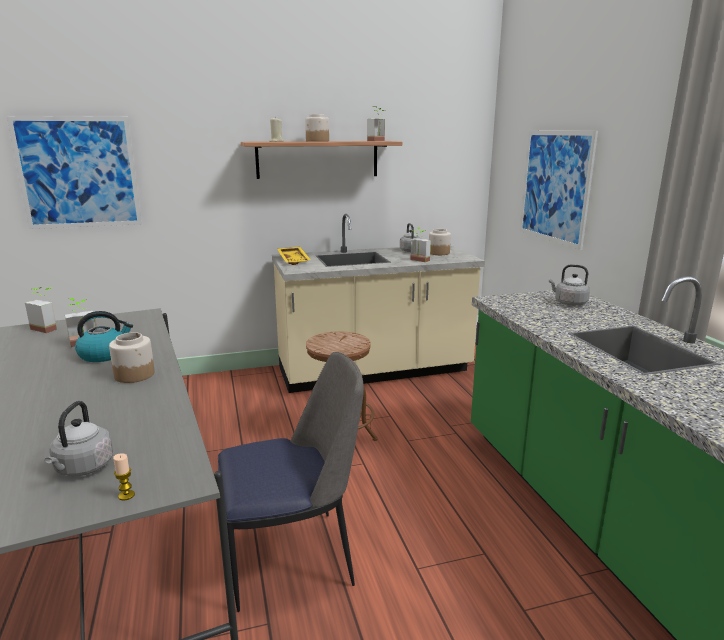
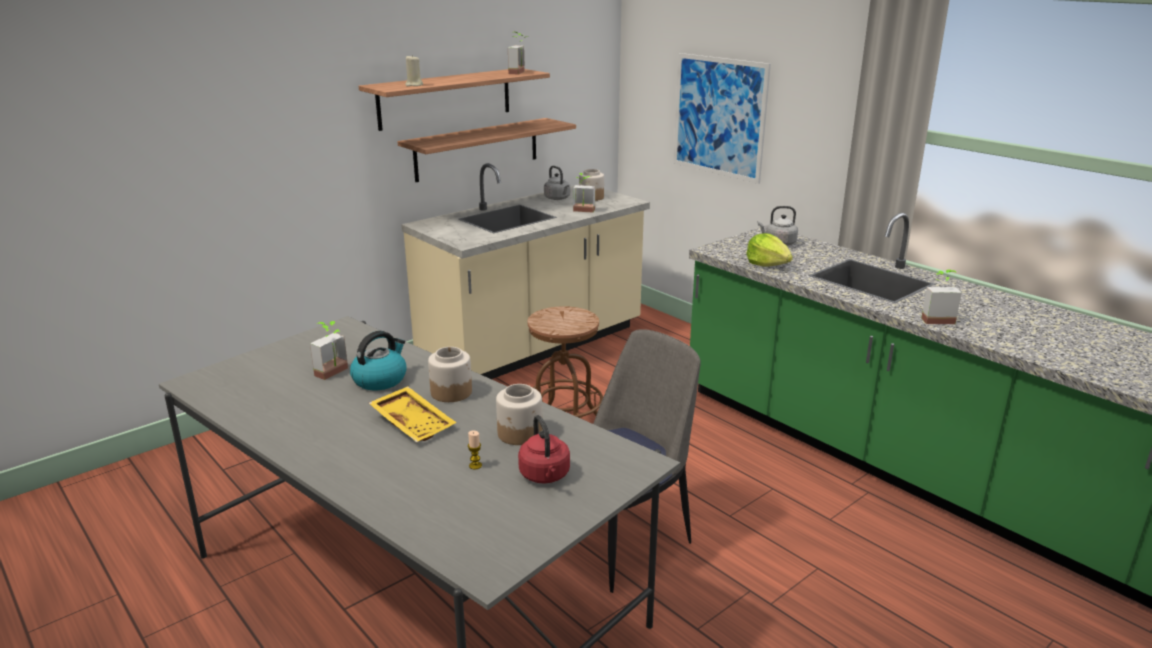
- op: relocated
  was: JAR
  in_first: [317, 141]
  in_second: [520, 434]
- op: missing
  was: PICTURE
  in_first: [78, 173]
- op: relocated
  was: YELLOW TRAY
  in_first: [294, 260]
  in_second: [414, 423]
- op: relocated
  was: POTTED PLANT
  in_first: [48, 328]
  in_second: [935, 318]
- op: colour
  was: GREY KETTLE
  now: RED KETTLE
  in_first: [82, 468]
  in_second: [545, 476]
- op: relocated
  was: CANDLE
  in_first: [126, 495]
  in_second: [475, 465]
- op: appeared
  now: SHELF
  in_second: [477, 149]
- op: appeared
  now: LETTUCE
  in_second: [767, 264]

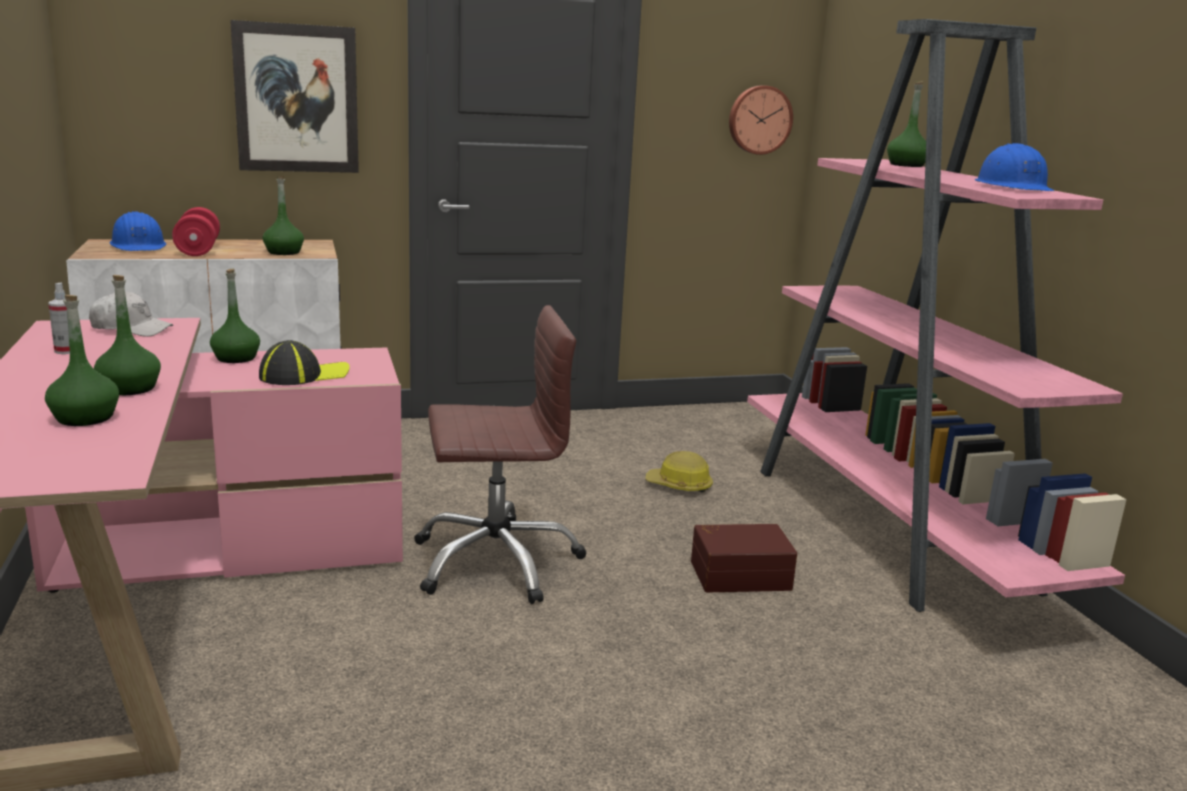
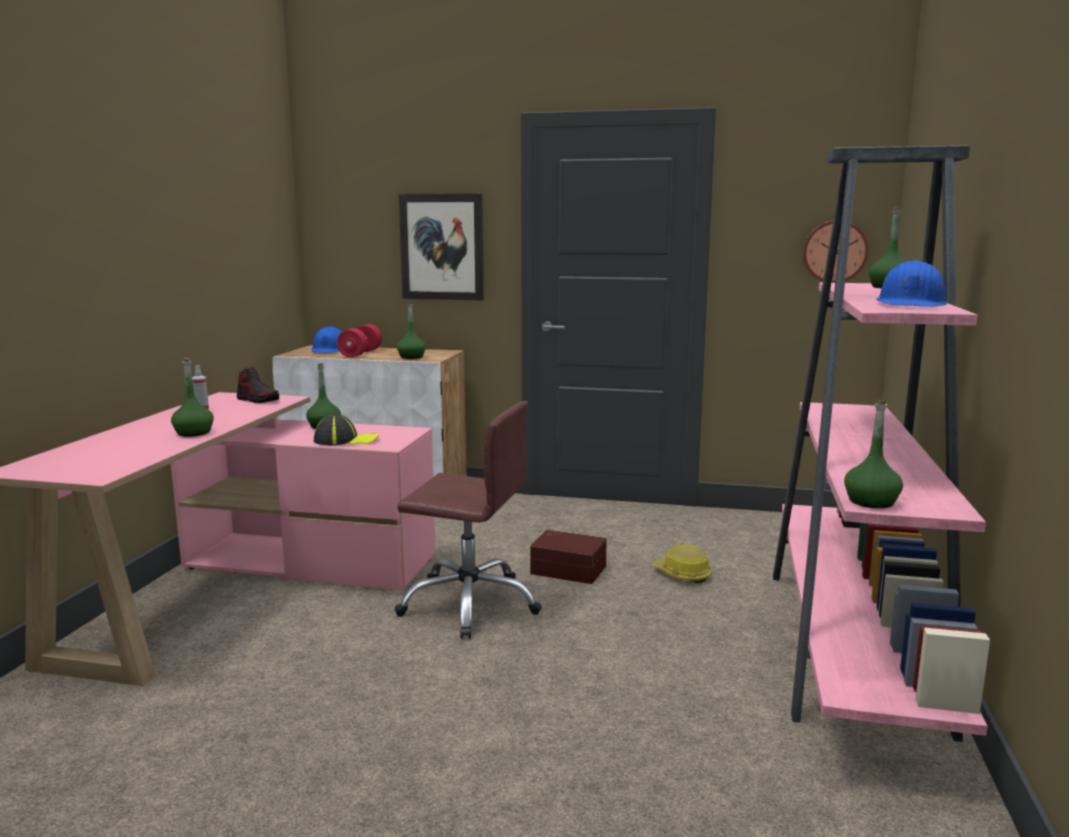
- op: exchanged
  was: WHITE CAP
  now: SHOE
  in_first: [131, 329]
  in_second: [258, 400]
- op: relocated
  was: GREEN BOTTLE
  in_first: [85, 418]
  in_second: [871, 501]
- op: relocated
  was: BROWN STORAGE BOX
  in_first: [739, 574]
  in_second: [569, 569]

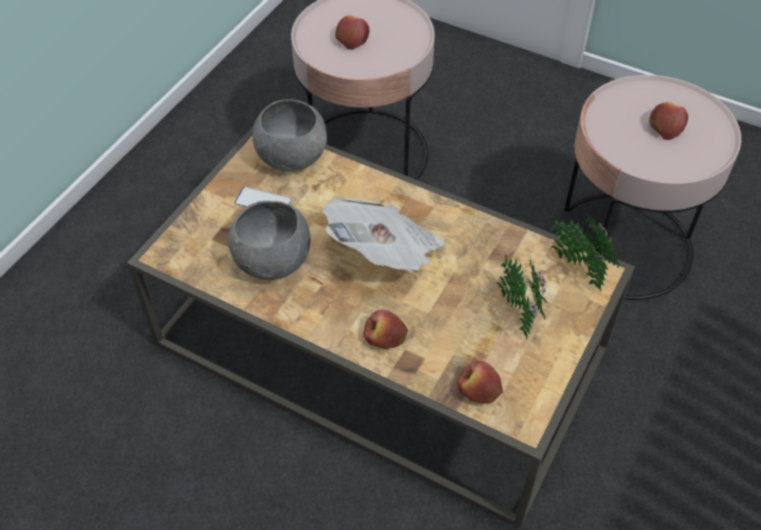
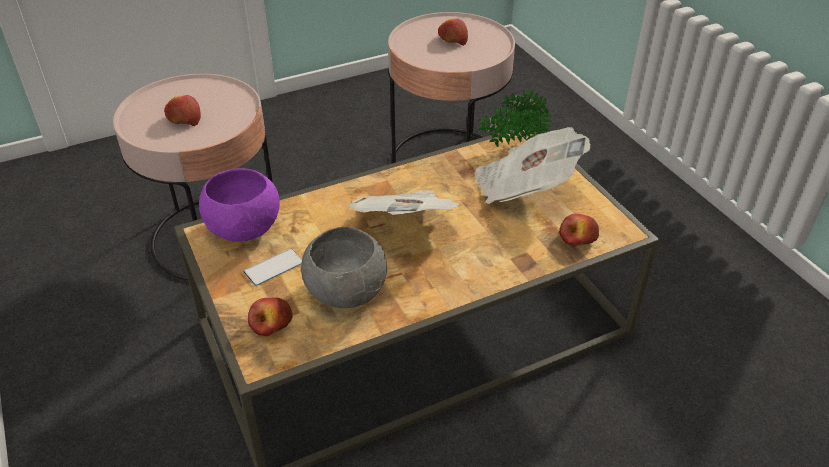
- op: colour
  was: GREY BOWL
  now: PURPLE BOWL
  in_first: [292, 157]
  in_second: [244, 228]
- op: exchanged
  was: POTTED PLANT
  now: NEWSPAPER
  in_first: [518, 311]
  in_second: [525, 188]
- op: relocated
  was: APPLE
  in_first: [385, 336]
  in_second: [271, 324]

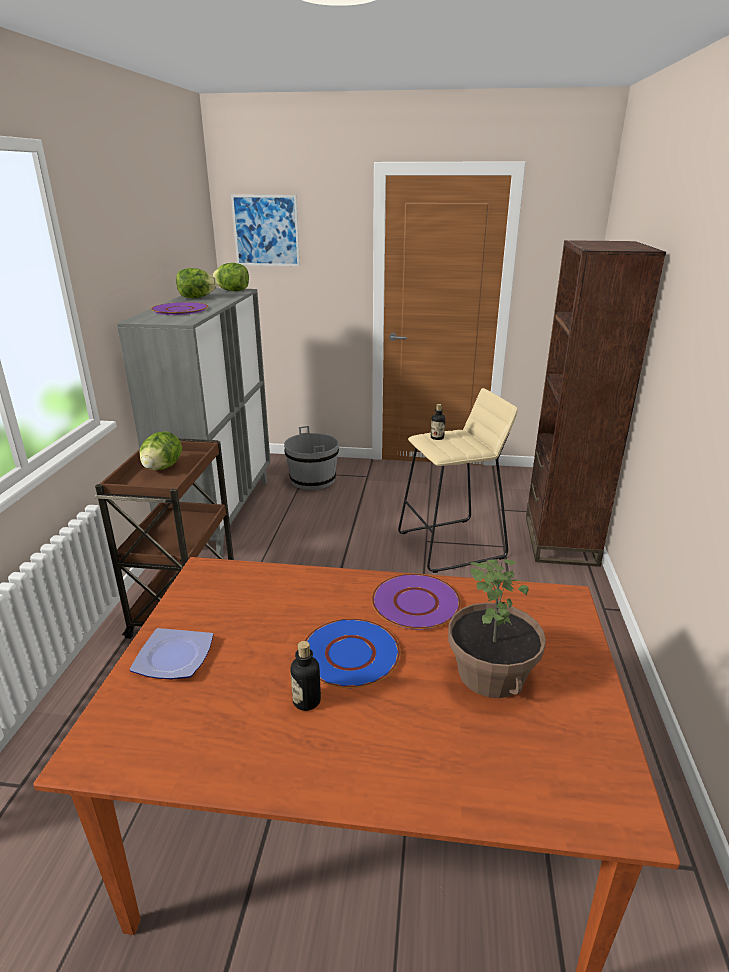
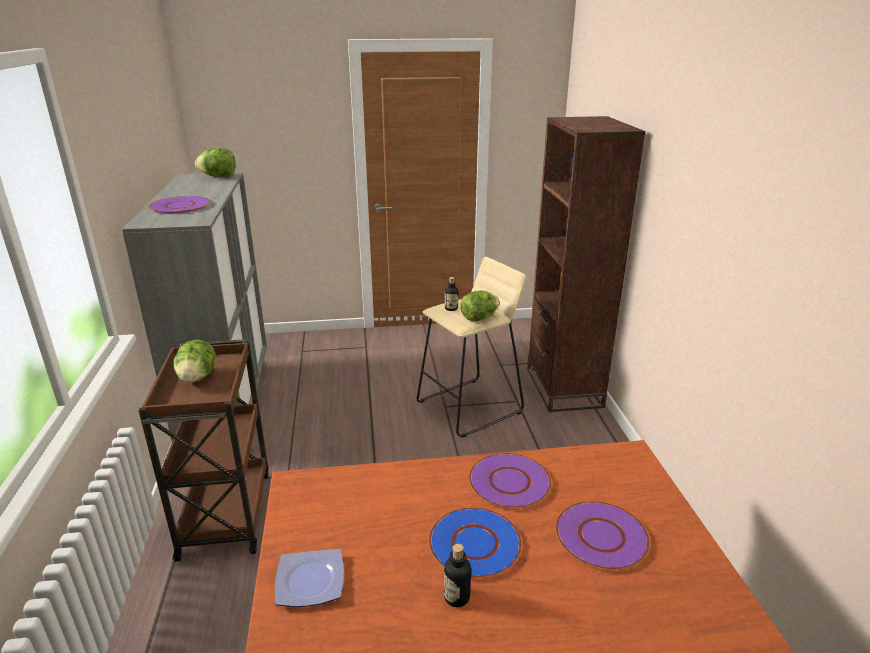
- op: missing
  was: PICTURE
  in_first: [266, 231]
- op: relocated
  was: LETTUCE
  in_first: [196, 298]
  in_second: [479, 318]
- op: missing
  was: GREY BUCKET
  in_first: [313, 480]
- op: exchanged
  was: POTTED PLANT
  now: PURPLE PLATE
  in_first: [492, 673]
  in_second: [602, 536]

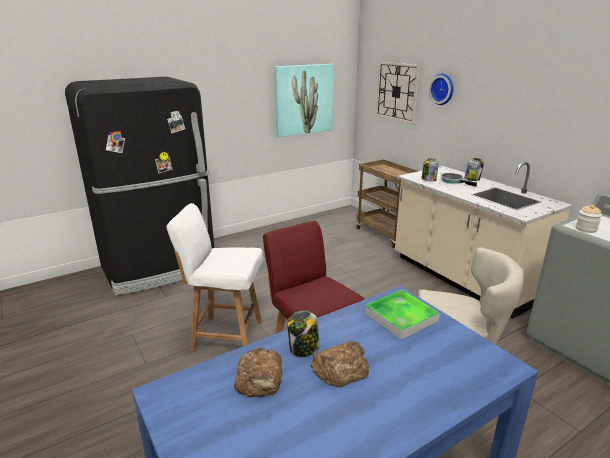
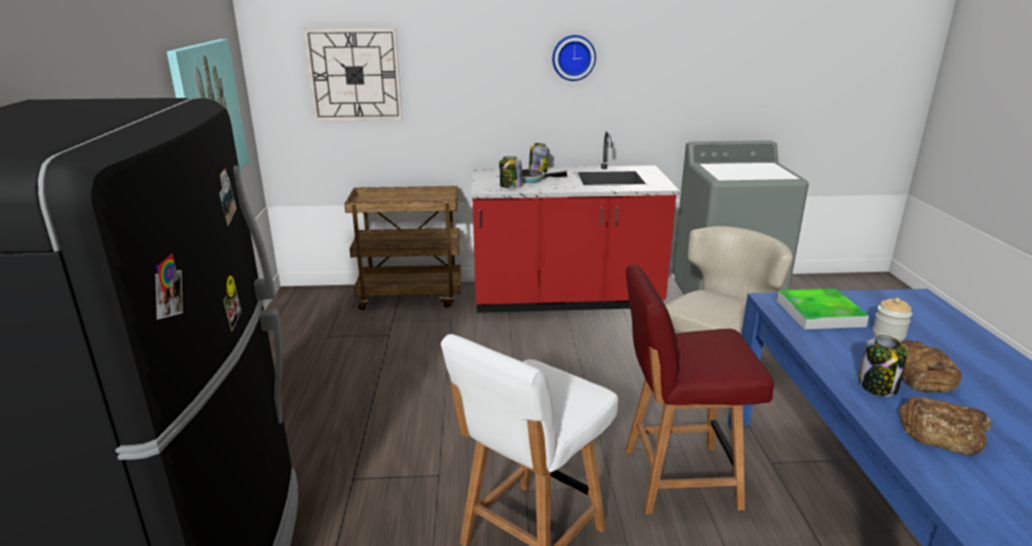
- op: relocated
  was: WALL CLOCK
  in_first: [443, 89]
  in_second: [573, 57]
- op: colour
  was: BEIGE COUNTER
  now: RED COUNTER
  in_first: [462, 278]
  in_second: [566, 298]
- op: relocated
  was: JAR
  in_first: [586, 229]
  in_second: [888, 335]

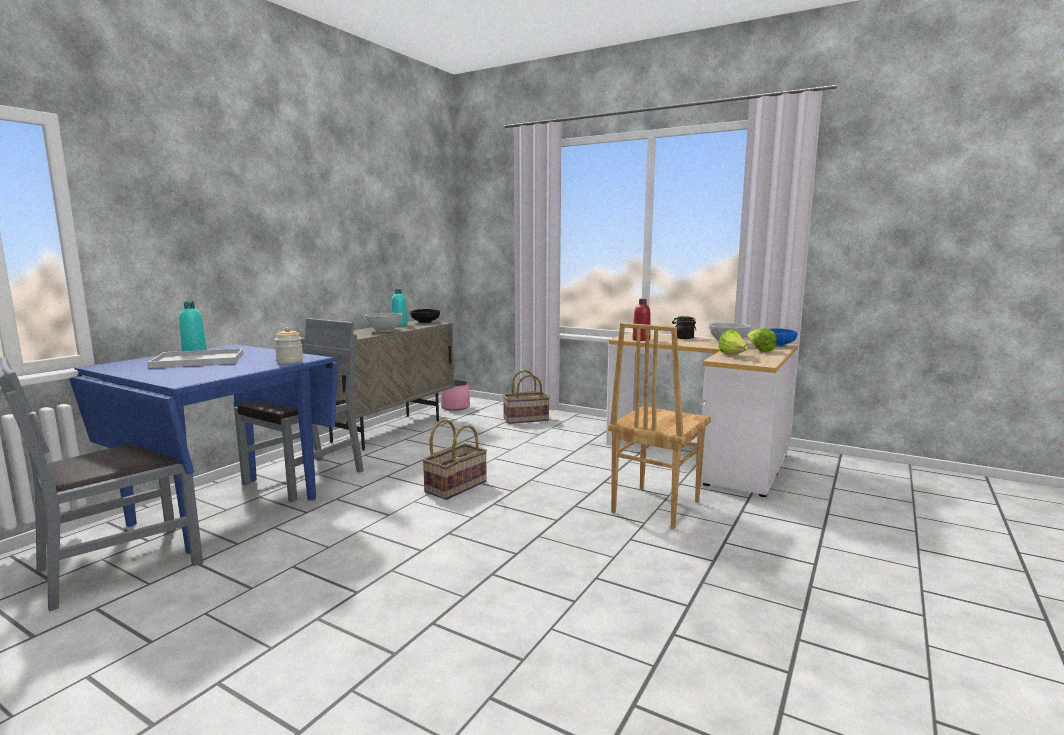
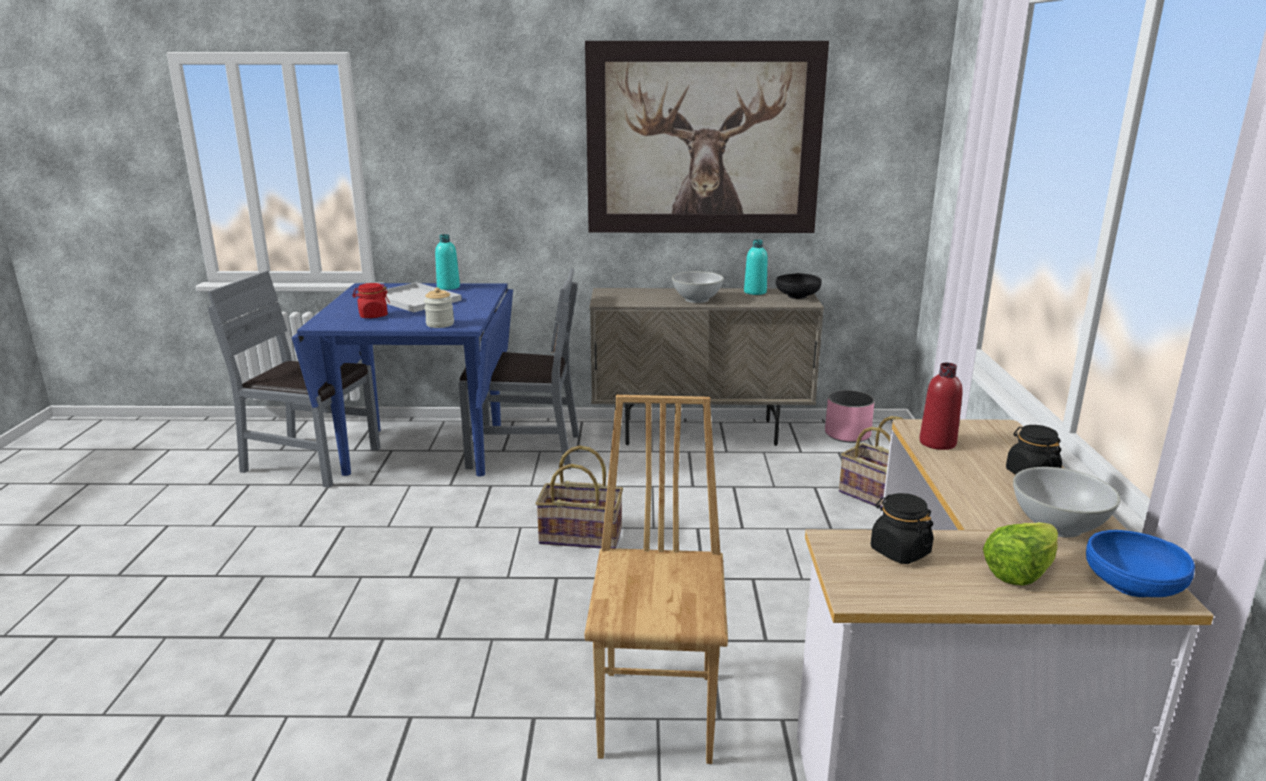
- op: spun
  was: BROWN CHAIR
  in_first: [654, 507]
  in_second: [660, 713]
  clockwise: 90
- op: exchanged
  was: LETTUCE
  now: BLACK JAR
  in_first: [733, 356]
  in_second: [899, 551]
- op: appeared
  now: PICTURE
  in_second: [703, 139]
- op: appeared
  now: RED JAR
  in_second: [373, 315]

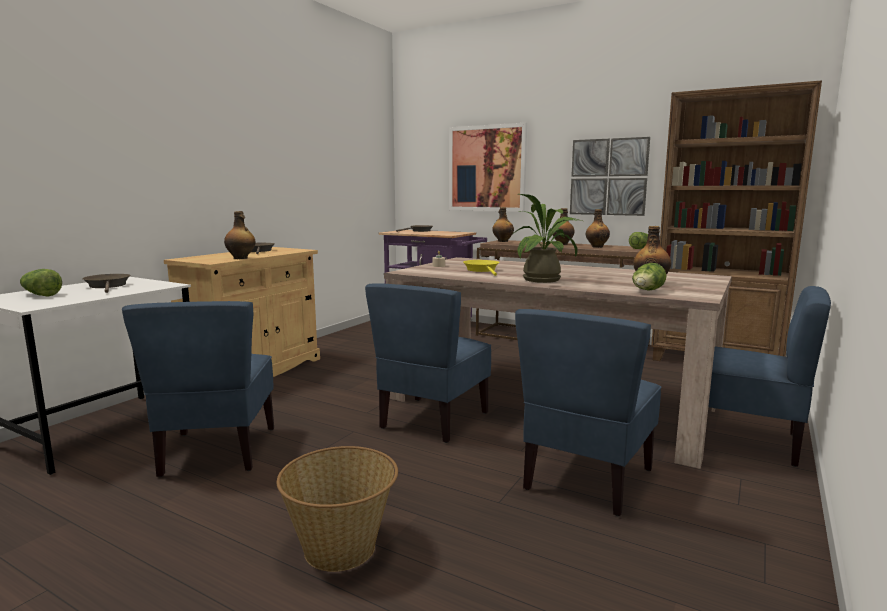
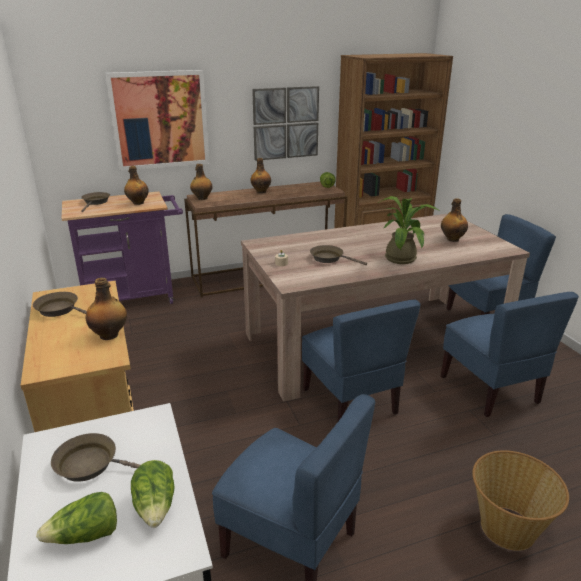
- op: relocated
  was: BOTTLE
  in_first: [597, 247]
  in_second: [138, 203]
- op: colour
  was: YELLOW FRYING PAN
  now: BROWN FRYING PAN
  in_first: [482, 270]
  in_second: [329, 258]
- op: relocated
  was: LETTUCE
  in_first: [647, 291]
  in_second: [156, 506]

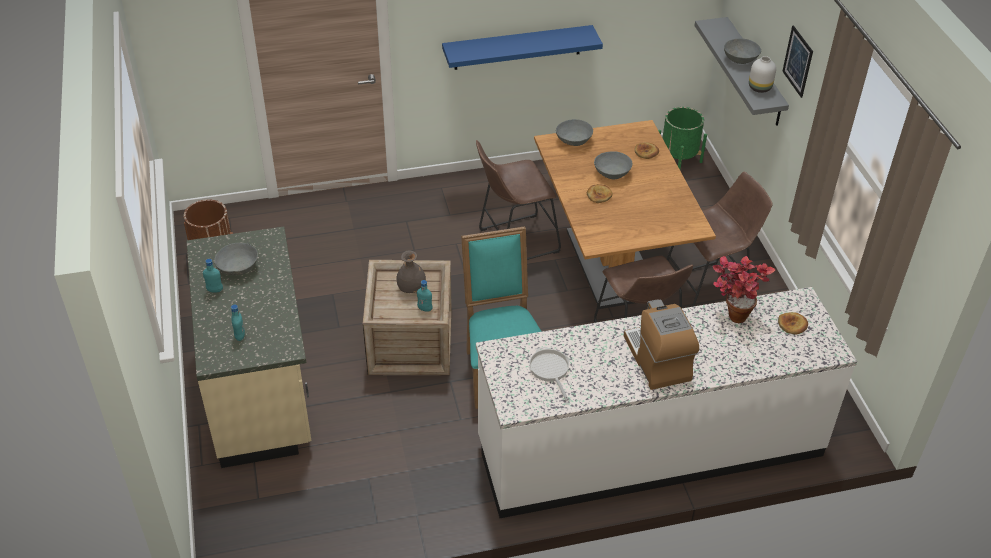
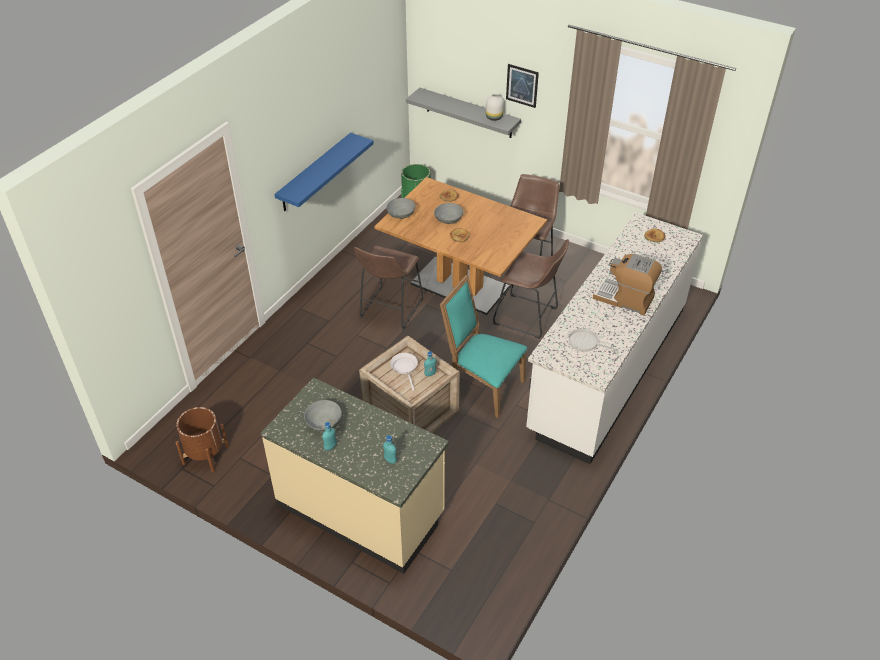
- op: missing
  was: GREY BOWL
  in_first: [740, 59]
- op: exchanged
  was: GREY VASE
  now: WHITE FRYING PAN
  in_first: [411, 288]
  in_second: [405, 368]
- op: missing
  was: POTTED PLANT
  in_first: [732, 313]

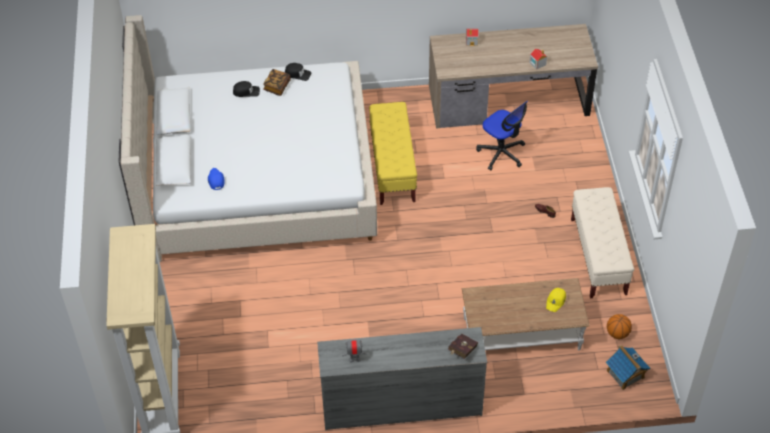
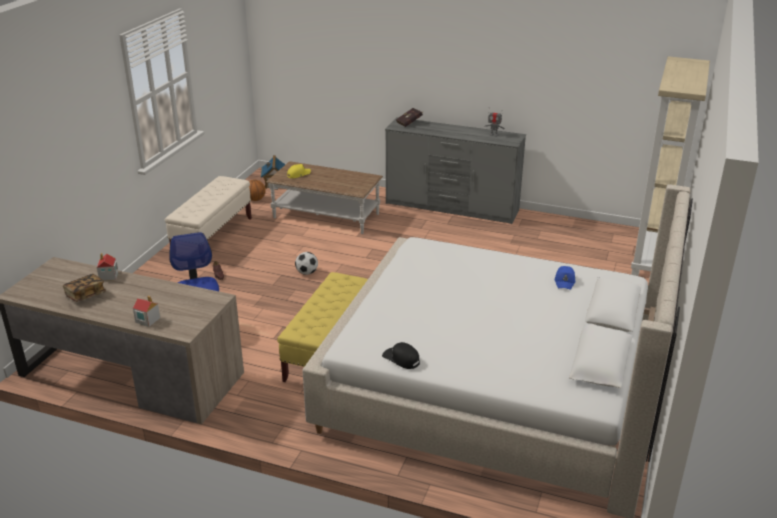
- op: relocated
  was: BOOK
  in_first: [277, 86]
  in_second: [86, 295]
- op: missing
  was: BLACK CAP
  in_first: [246, 91]
- op: appeared
  now: FOOTBALL
  in_second: [307, 273]

